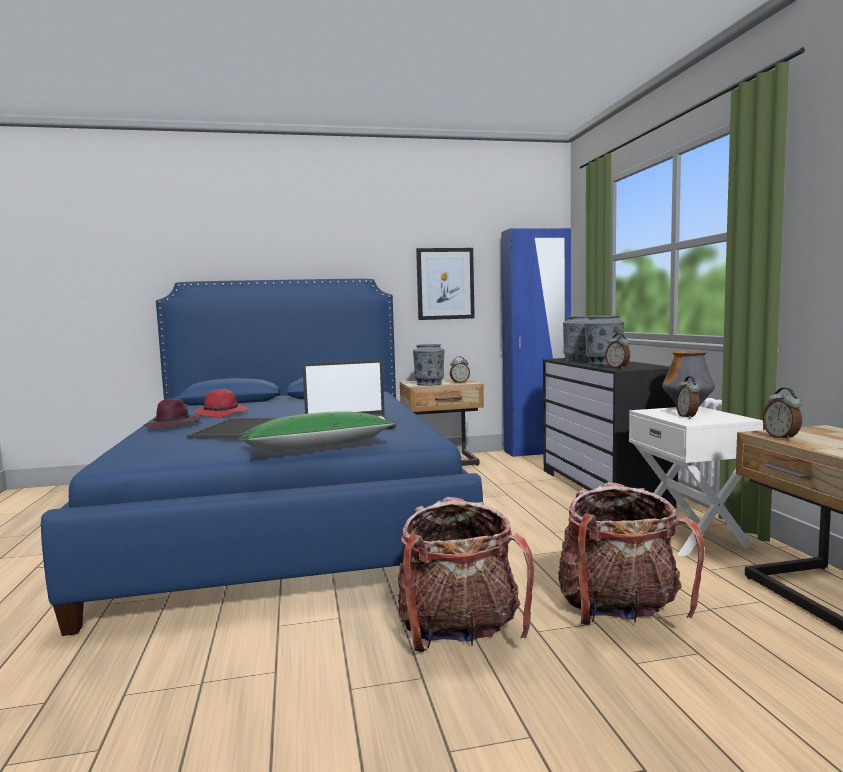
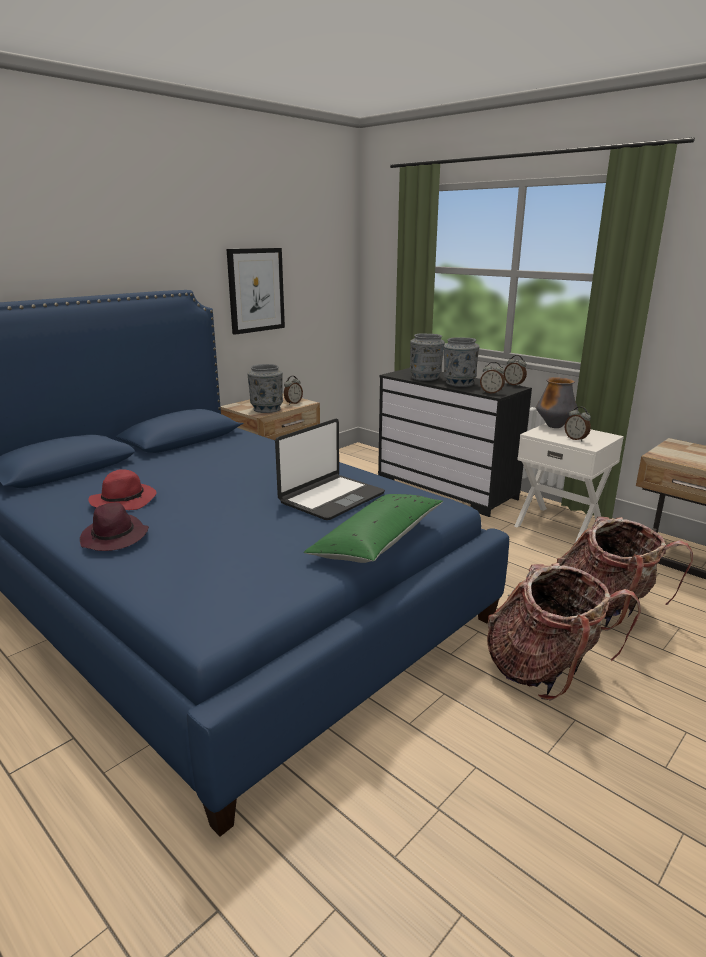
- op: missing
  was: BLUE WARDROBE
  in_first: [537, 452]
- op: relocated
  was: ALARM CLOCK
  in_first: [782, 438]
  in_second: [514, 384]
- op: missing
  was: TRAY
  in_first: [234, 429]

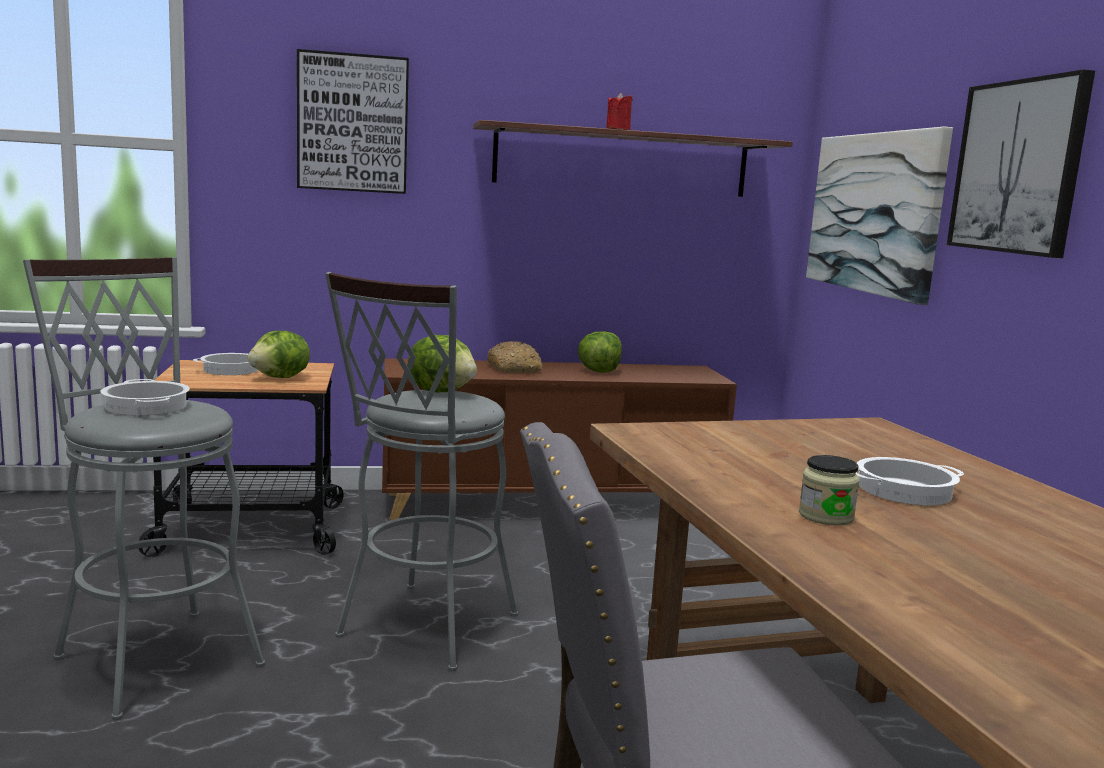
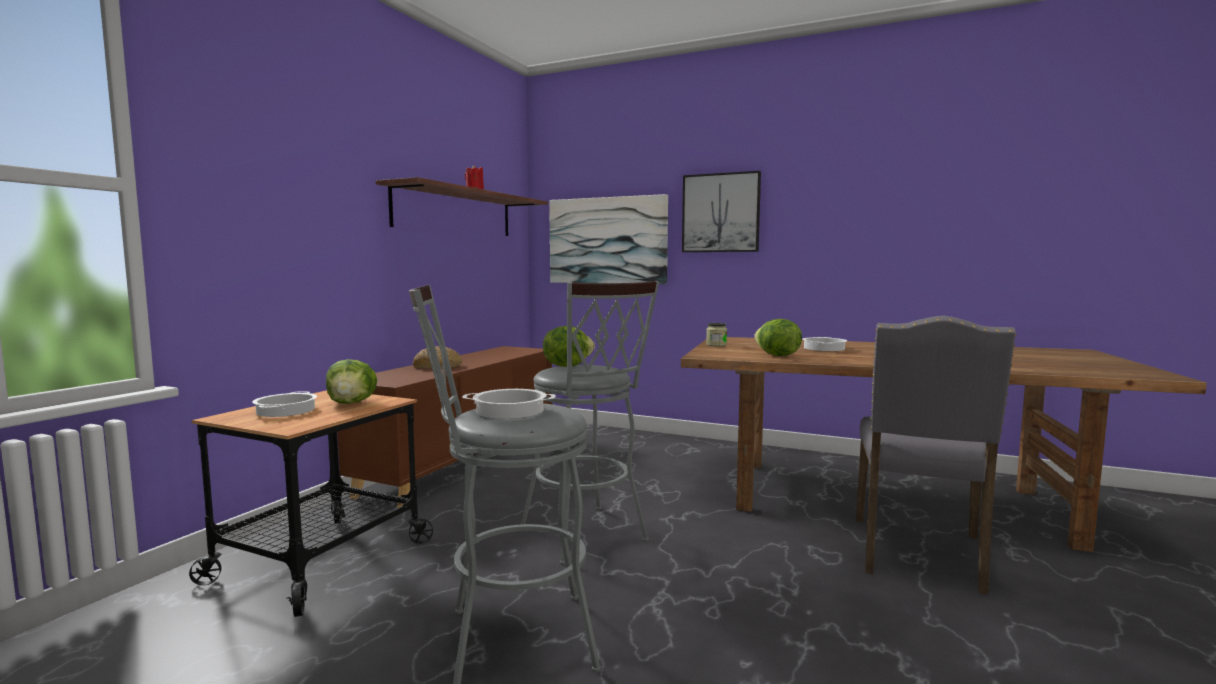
- op: missing
  was: PICTURE
  in_first: [353, 123]
- op: relocated
  was: LETTUCE
  in_first: [599, 371]
  in_second: [777, 356]
- op: relocated
  was: JAR
  in_first: [826, 516]
  in_second: [716, 345]

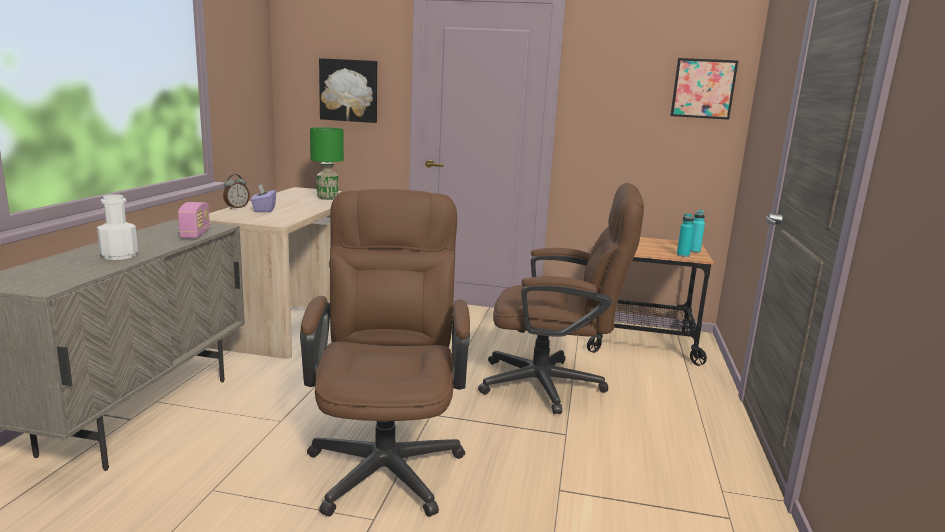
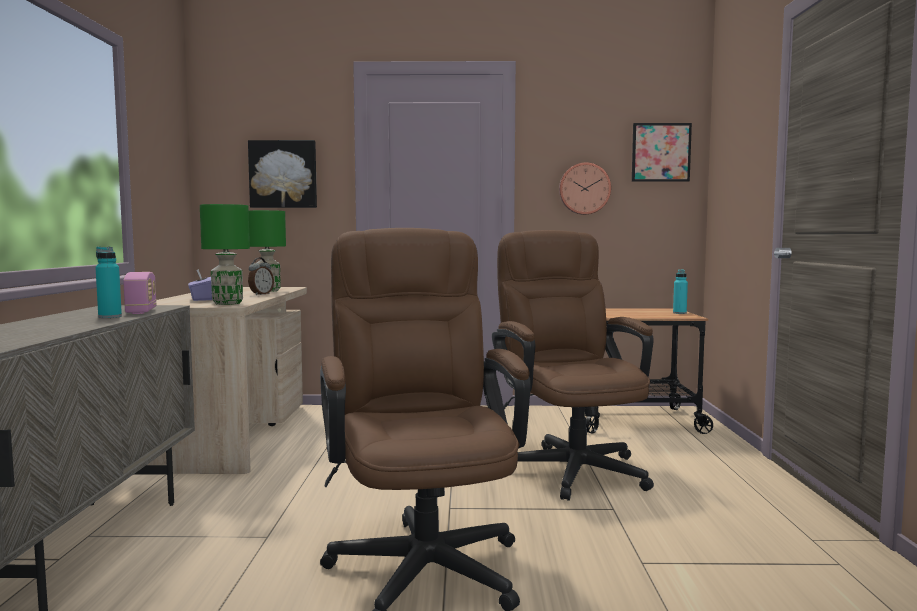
- op: relocated
  was: ALARM CLOCK
  in_first: [236, 207]
  in_second: [260, 294]
- op: spun
  was: BROWN OFFICE CHAIR
  in_first: [553, 385]
  in_second: [570, 466]
  clockwise: -105
- op: missing
  was: WHITE BOTTLE
  in_first: [119, 256]
- op: relocated
  was: TURQUOISE BOTTLE
  in_first: [683, 255]
  in_second: [110, 317]
- op: appeared
  now: WALL CLOCK
  in_second: [584, 189]
- op: appeared
  now: GREEN TABLE LAMP
  in_second: [227, 303]

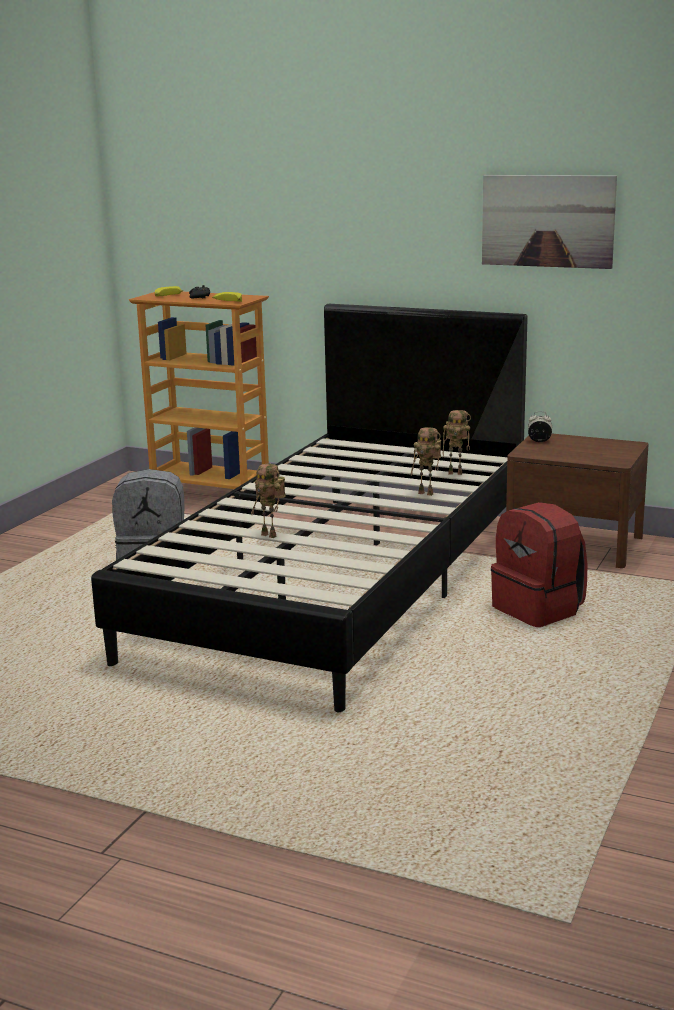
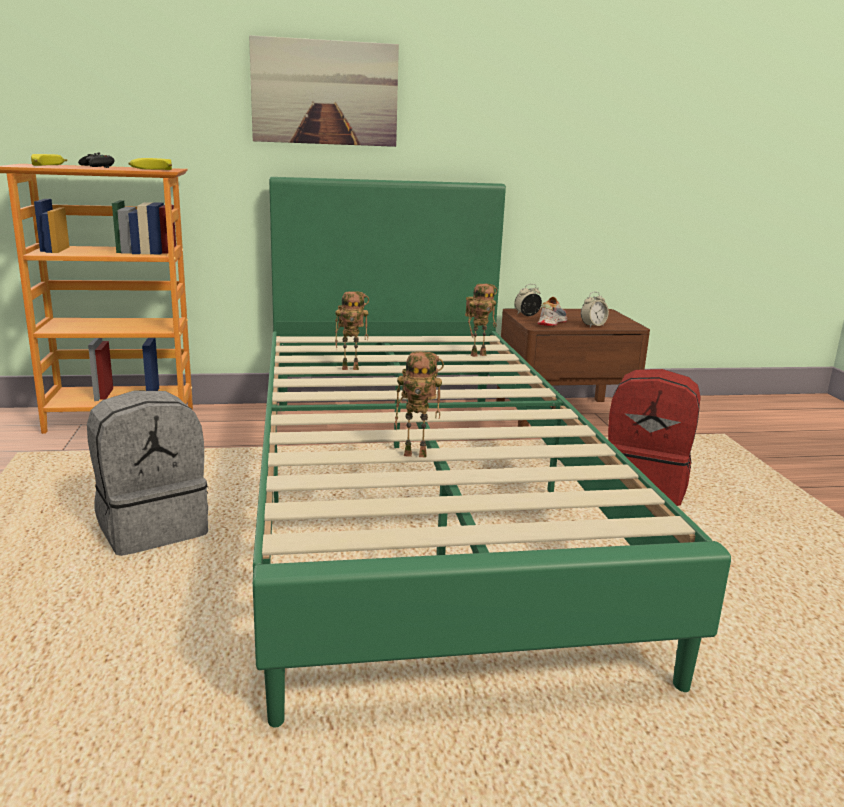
- op: relocated
  was: PICTURE
  in_first: [547, 221]
  in_second: [325, 93]
- op: colour
  was: BLACK BED
  now: GREEN BED
  in_first: [339, 584]
  in_second: [418, 501]
- op: relocated
  was: TOY ROBOT
  in_first: [427, 493]
  in_second: [351, 368]
- op: appeared
  now: ALARM CLOCK
  in_second: [593, 326]
- op: appeared
  now: SHOE
  in_second: [551, 322]

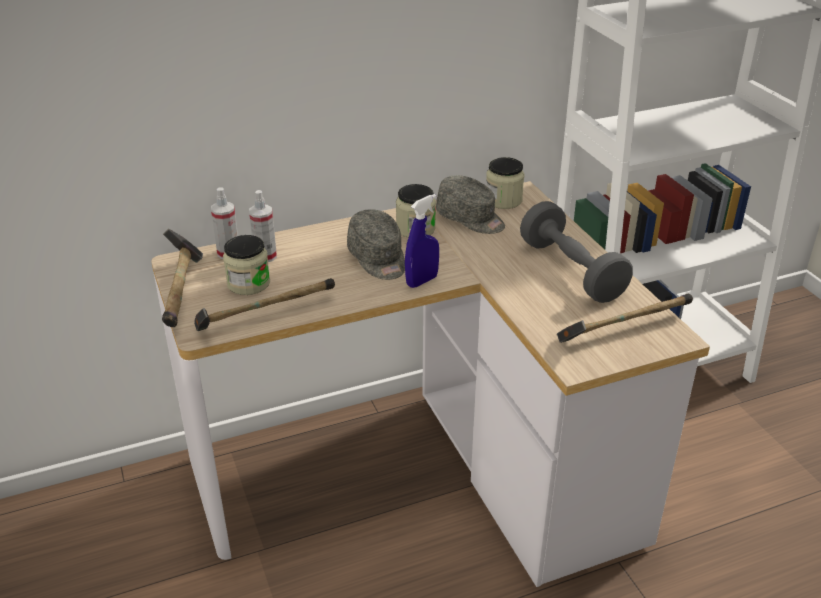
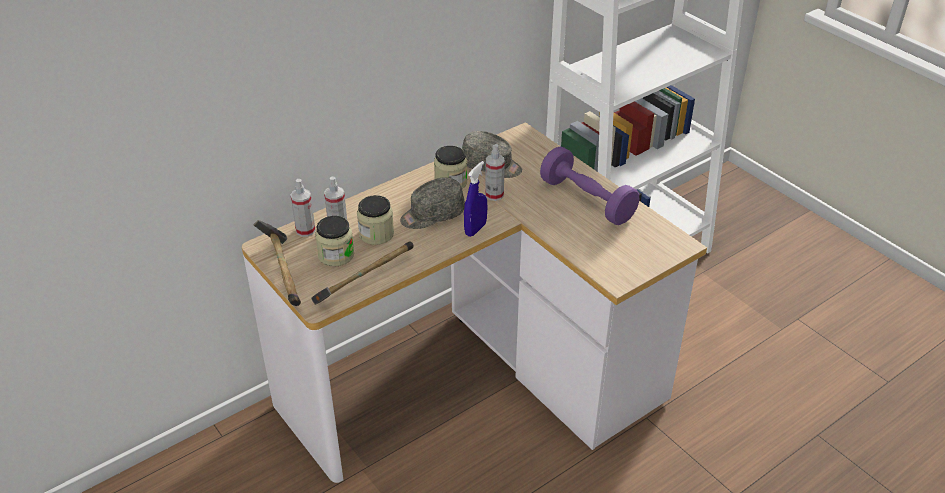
- op: relocated
  was: JAR
  in_first: [503, 200]
  in_second: [376, 234]
- op: colour
  was: GREY DUMBBELL
  now: PURPLE DUMBBELL
  in_first: [571, 270]
  in_second: [587, 200]
- op: spun
  was: GREY CAP
  in_first: [378, 259]
  in_second: [432, 215]
  clockwise: 105
- op: missing
  was: HAMMER
  in_first: [622, 331]
- op: appeared
  now: SPRAY BOTTLE
  in_second: [494, 195]

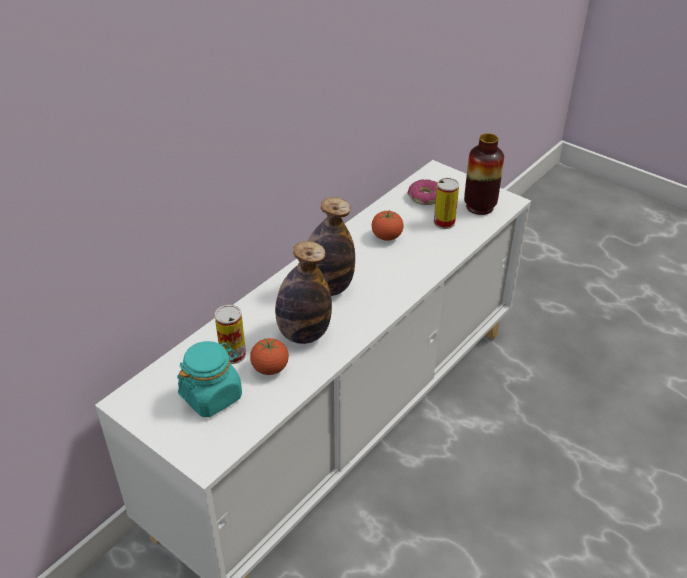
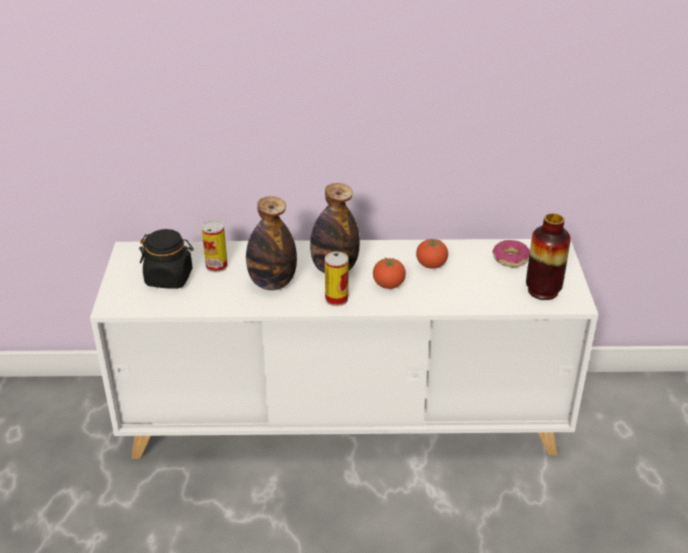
- op: relocated
  was: CAN
  in_first: [444, 222]
  in_second: [336, 299]
- op: relocated
  was: TOMATO
  in_first: [270, 368]
  in_second: [388, 285]
- op: colour
  was: TURQUOISE JAR
  now: BLACK JAR
  in_first: [212, 396]
  in_second: [169, 278]

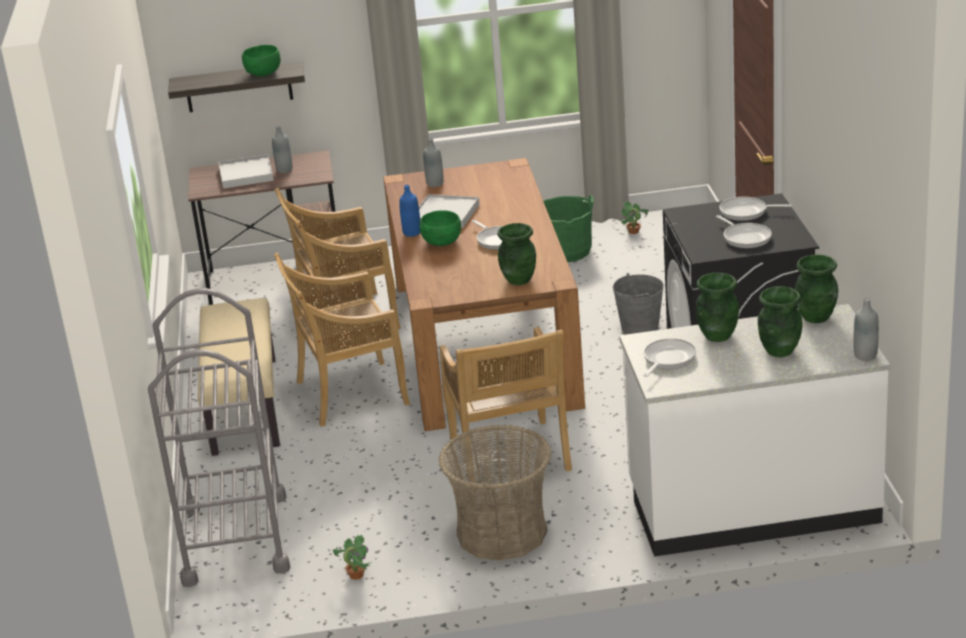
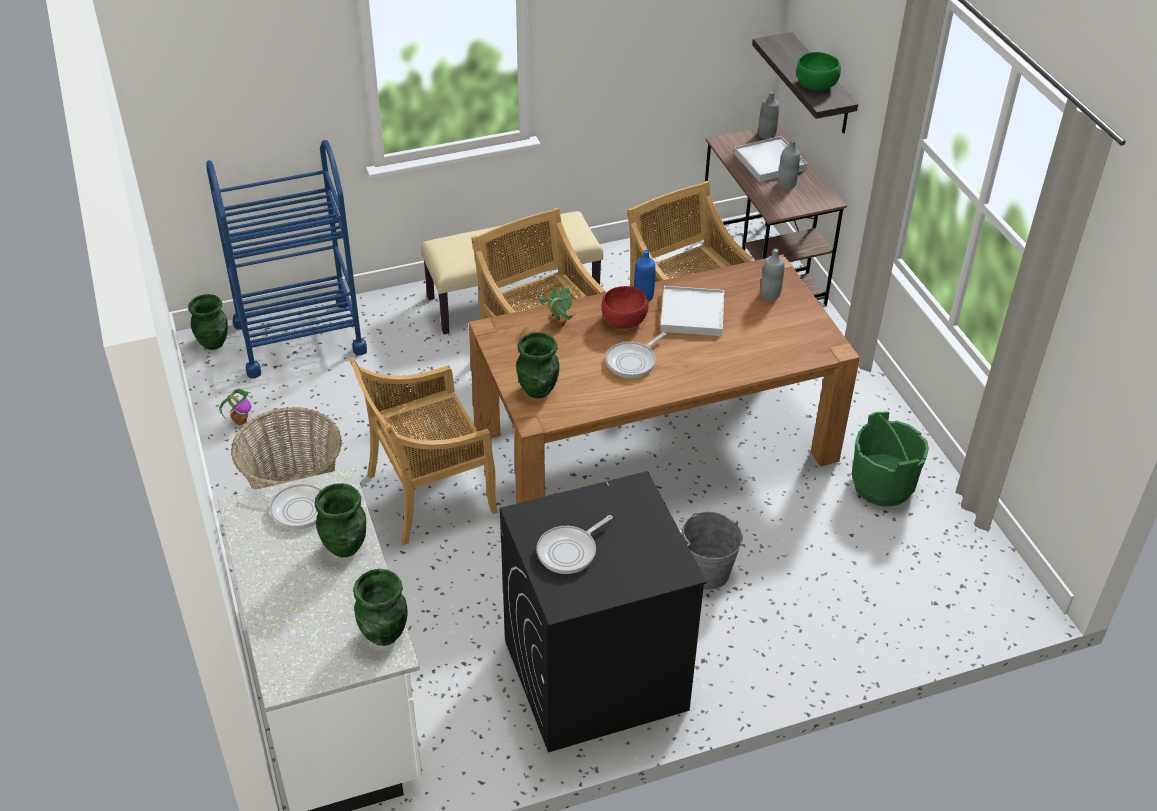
- op: missing
  was: FRYING PAN
  in_first: [746, 212]
- op: relocated
  was: POTTED PLANT
  in_first: [633, 232]
  in_second: [557, 323]
- op: colour
  was: GREEN BOWL
  now: RED BOWL
  in_first: [441, 241]
  in_second: [624, 320]
- op: relocated
  was: GREEN VASE
  in_first: [779, 350]
  in_second: [213, 343]
- op: colour
  was: GREY CART
  now: BLUE CART
  in_first: [235, 539]
  in_second: [299, 338]
- op: relocated
  was: GREY BOTTLE
  in_first: [865, 355]
  in_second: [766, 135]

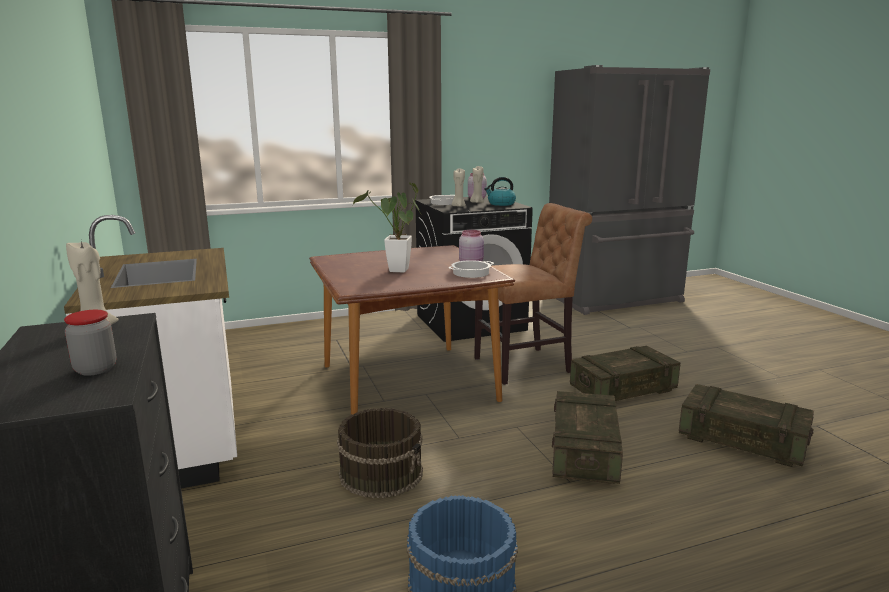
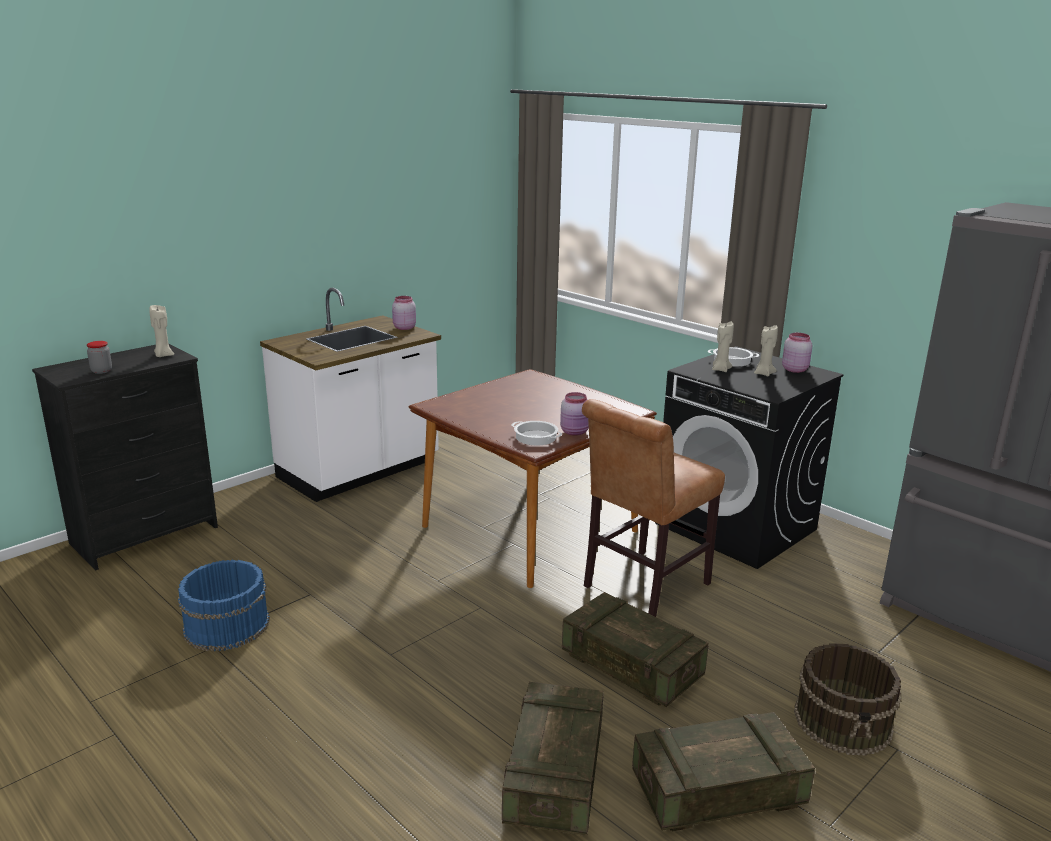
- op: missing
  was: KETTLE
  in_first: [501, 204]
- op: missing
  was: POTTED PLANT
  in_first: [397, 271]
- op: spun
  was: BROWN CHAIR
  in_first: [527, 365]
  in_second: [642, 587]
  clockwise: 90
- op: relocated
  was: CRATE
  in_first: [584, 453]
  in_second: [717, 791]
- op: relocated
  was: BROWN BUCKET
  in_first: [382, 473]
  in_second: [843, 721]
- op: appeared
  now: PINK JAR
  in_second: [403, 328]

